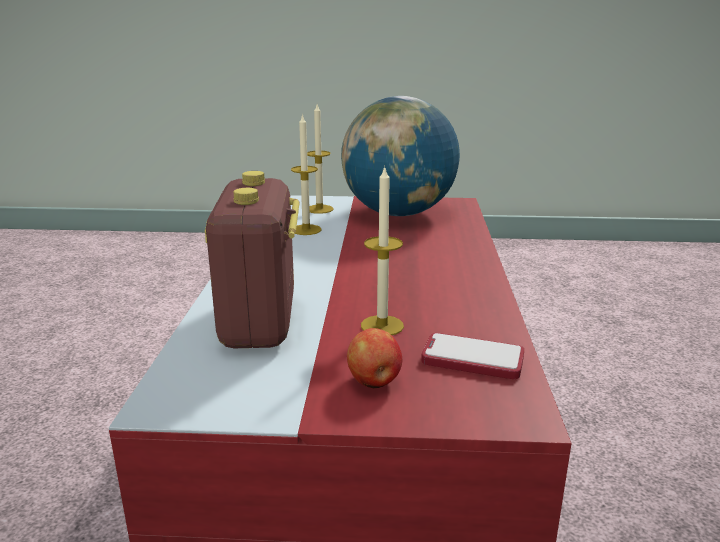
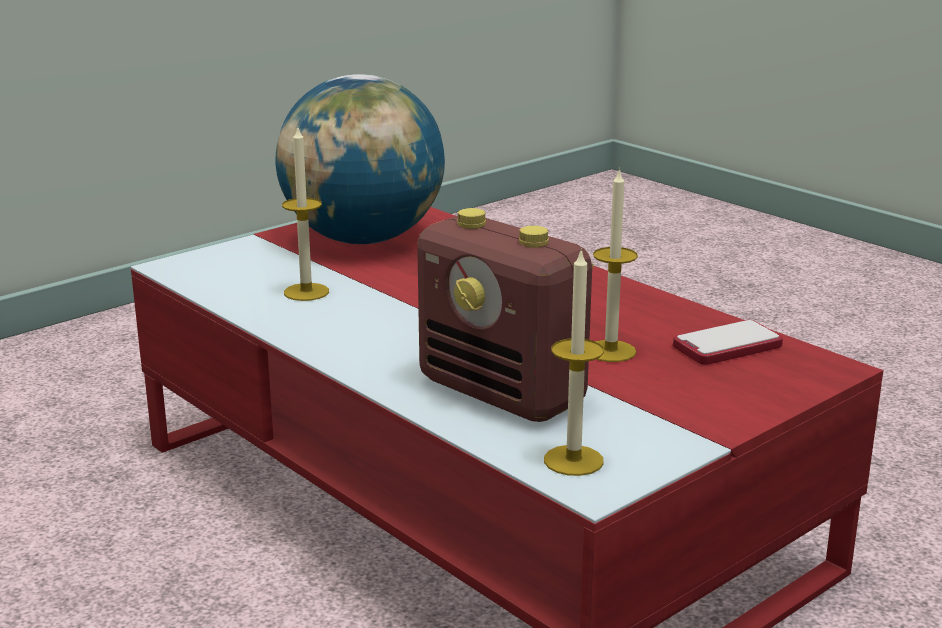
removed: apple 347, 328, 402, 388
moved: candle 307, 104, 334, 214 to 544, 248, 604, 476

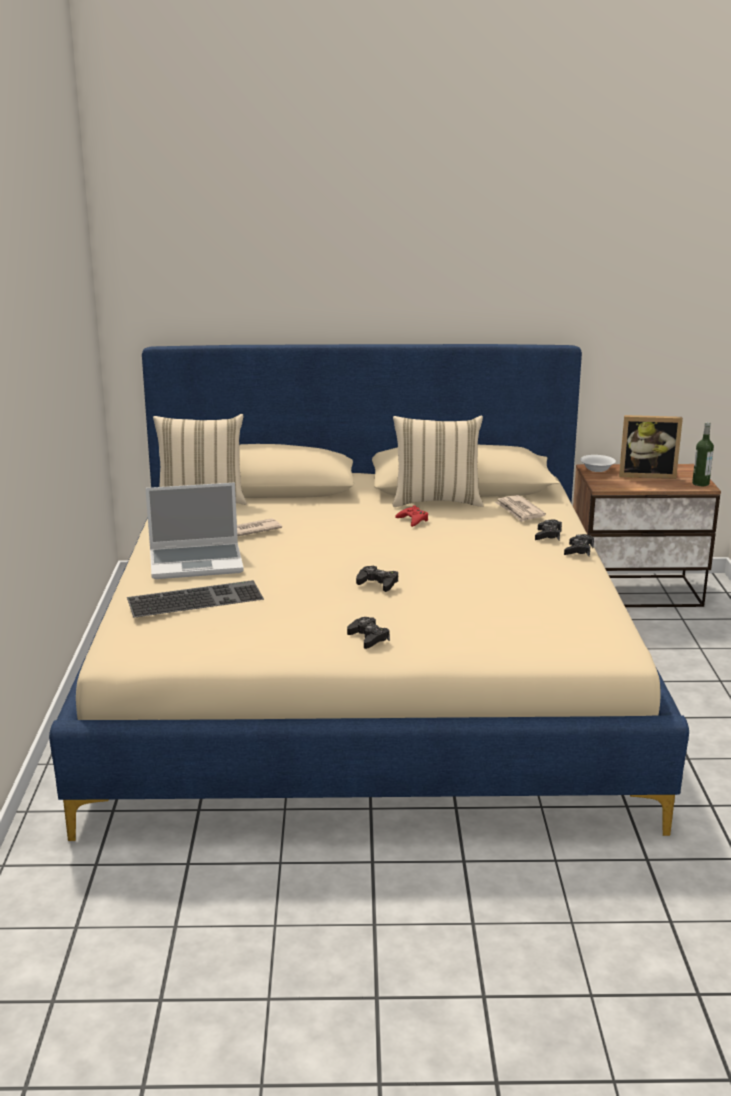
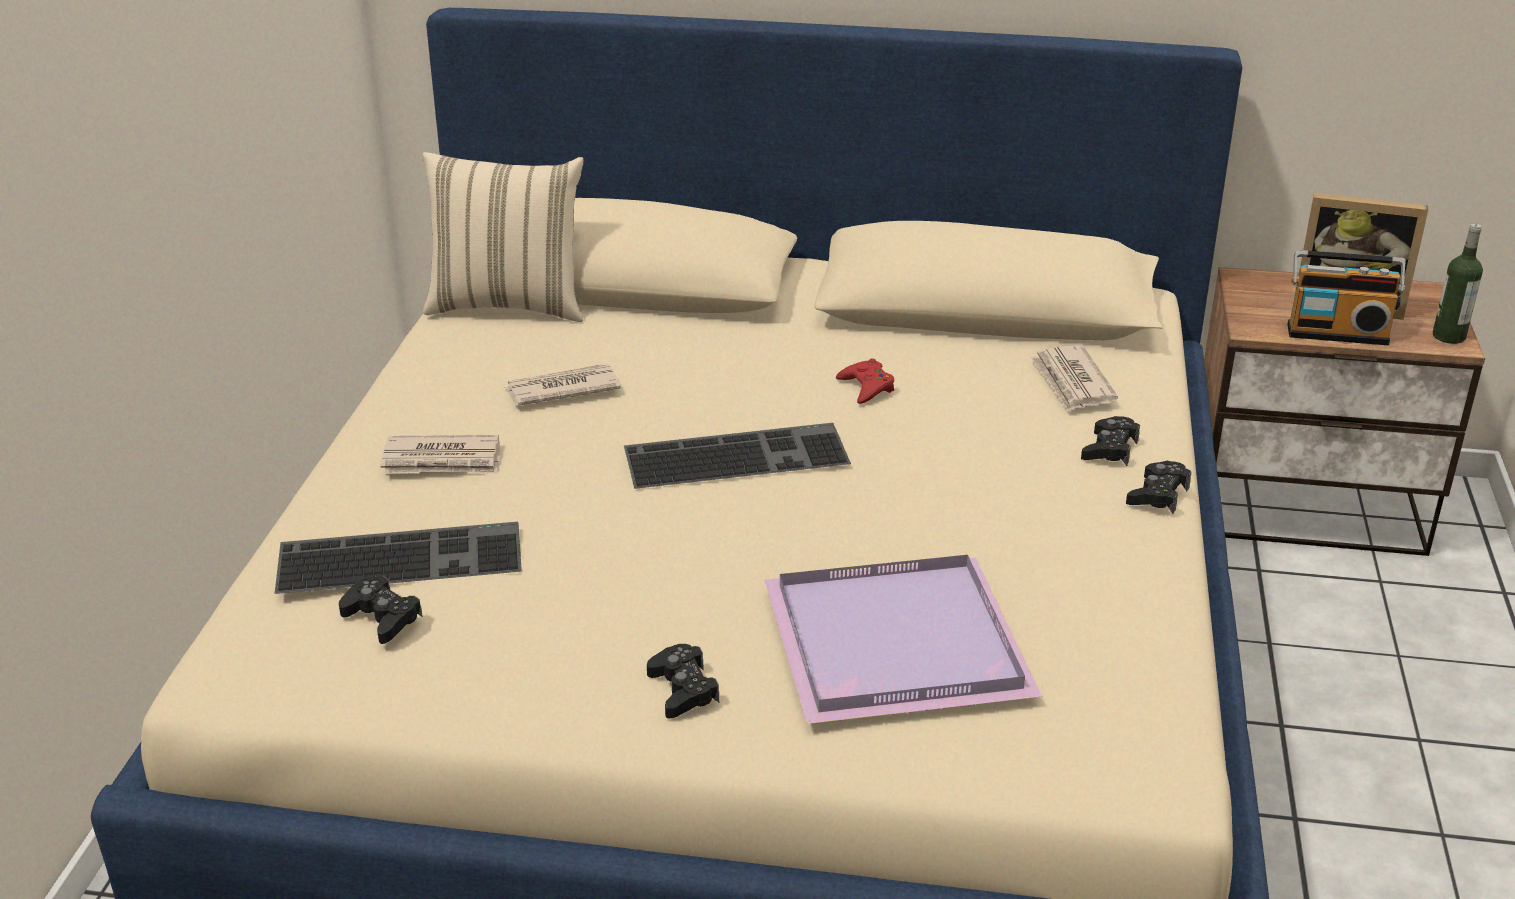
removed: pillow/beige 393, 416, 483, 507; bowl/white 580, 455, 616, 472
added: keyboard 624, 423, 851, 489; tray/purple 764, 555, 1042, 724; radio 1287, 250, 1406, 345
moved: game controller/black 356, 566, 398, 592 to 339, 576, 423, 644
replaced: laptop 145, 482, 244, 579 to newspaper 381, 435, 500, 474

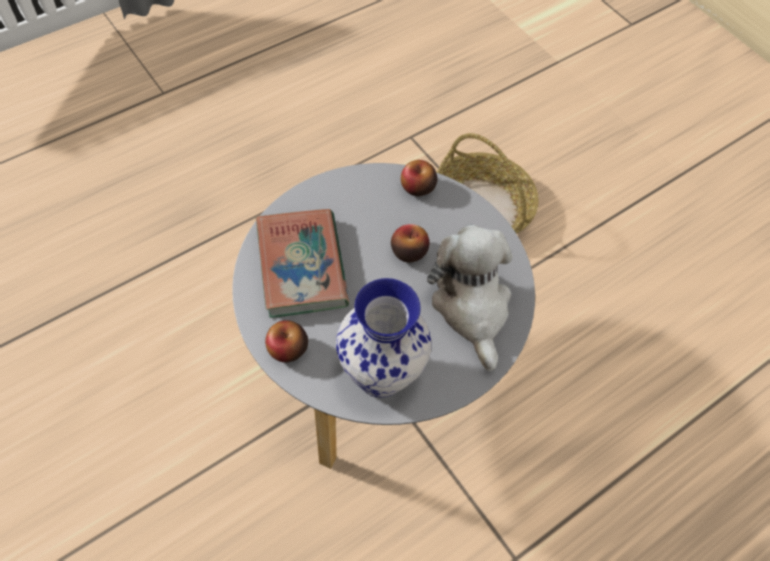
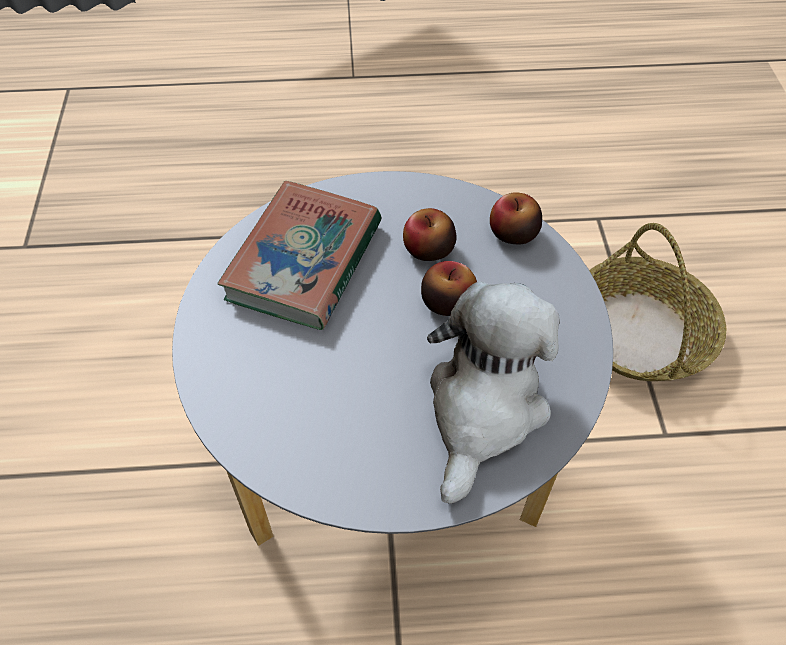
removed: vase 336, 278, 432, 397
moved: apple 265, 320, 308, 363 to 403, 208, 456, 261

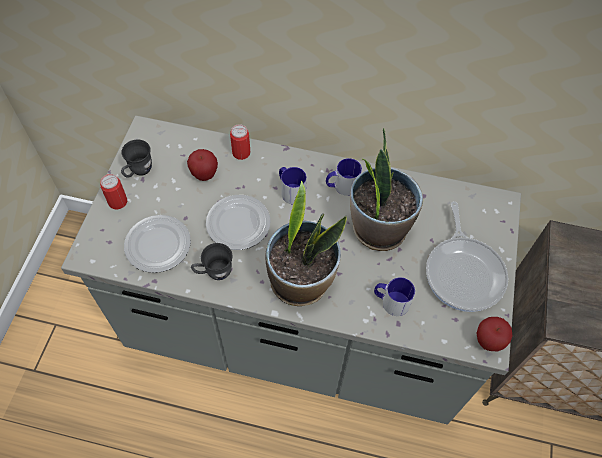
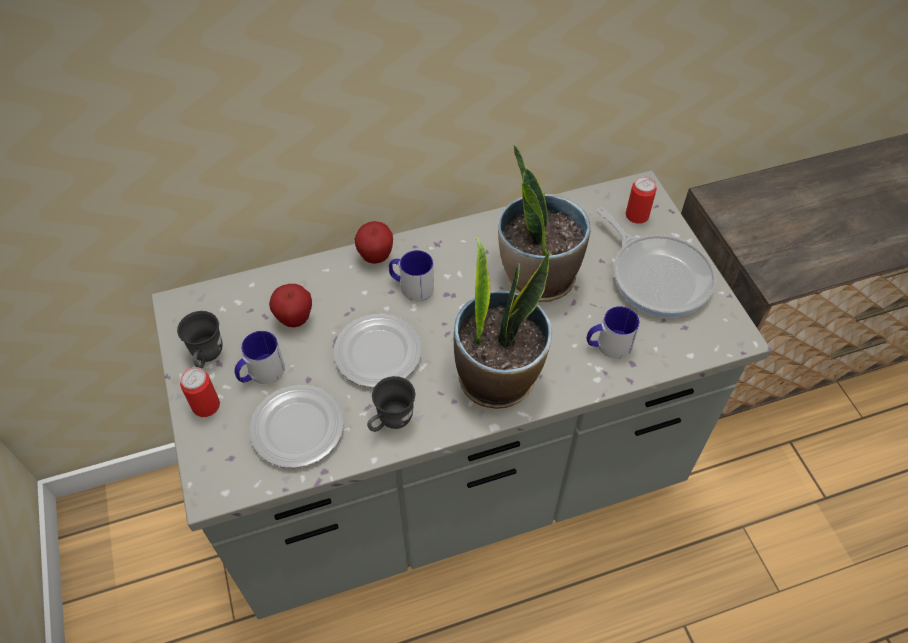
moved: can 230, 124, 250, 160 to 626, 176, 657, 224; mug 326, 158, 362, 196 to 235, 331, 285, 384; apple 476, 317, 512, 352 to 354, 221, 393, 264

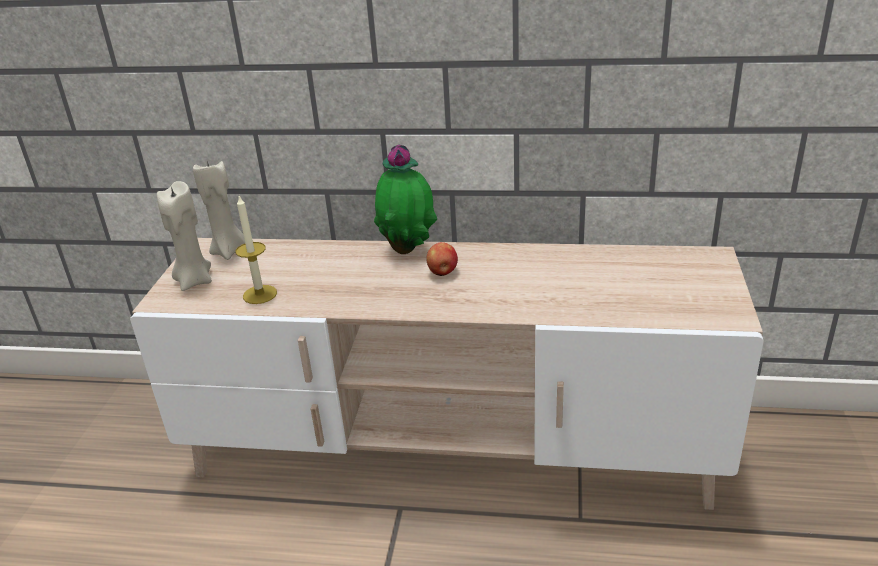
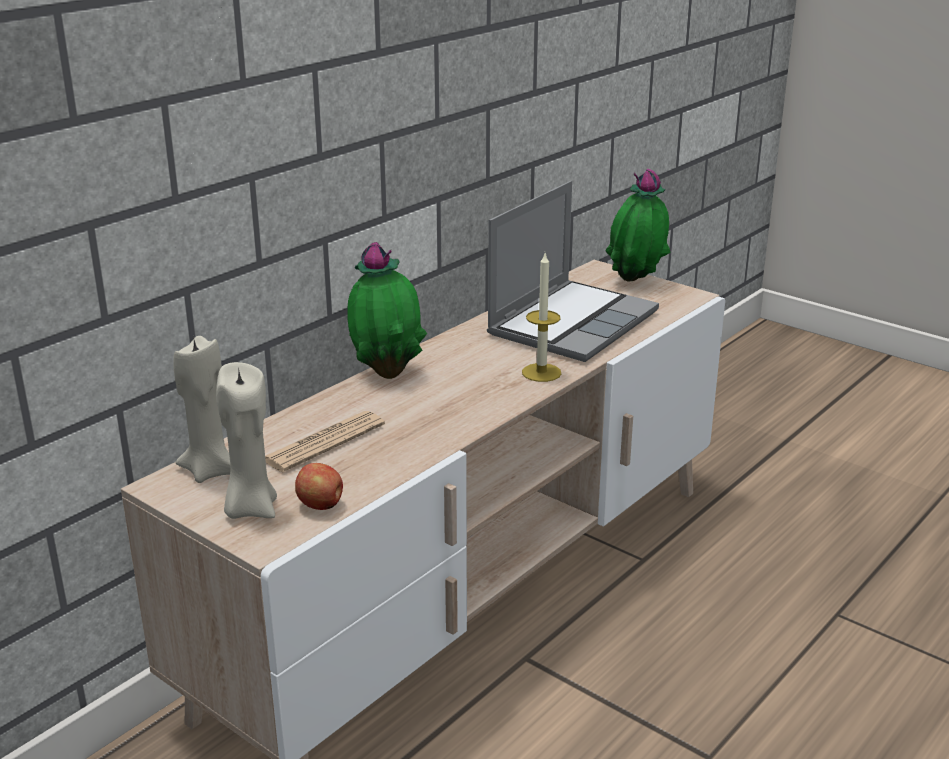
added: newspaper 265, 411, 385, 472; laptop 487, 181, 659, 362; potted plant 605, 169, 670, 282
moved: candle 235, 196, 277, 304 to 522, 253, 561, 382; apple 426, 242, 458, 276 to 295, 463, 343, 510

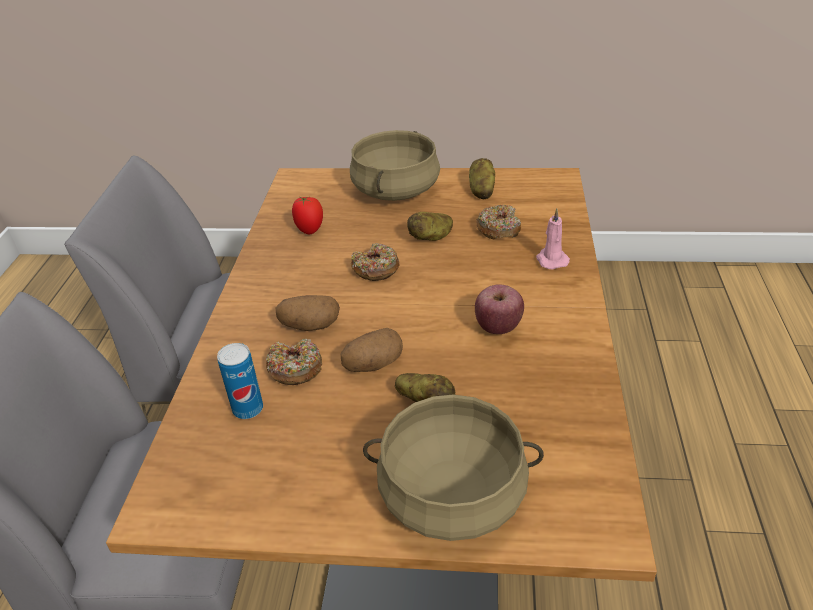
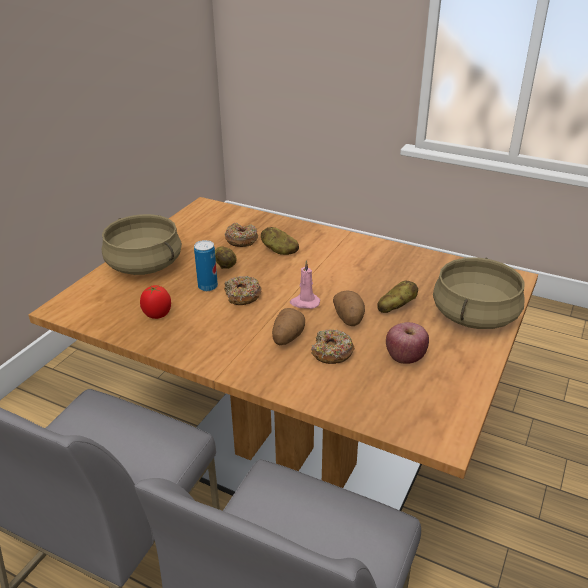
moved: can 217, 343, 263, 419 to 194, 240, 218, 291; potato 469, 158, 495, 199 to 261, 227, 299, 255; apple 475, 284, 524, 334 to 386, 322, 429, 364; candle/pink 536, 209, 570, 270 to 290, 260, 320, 309

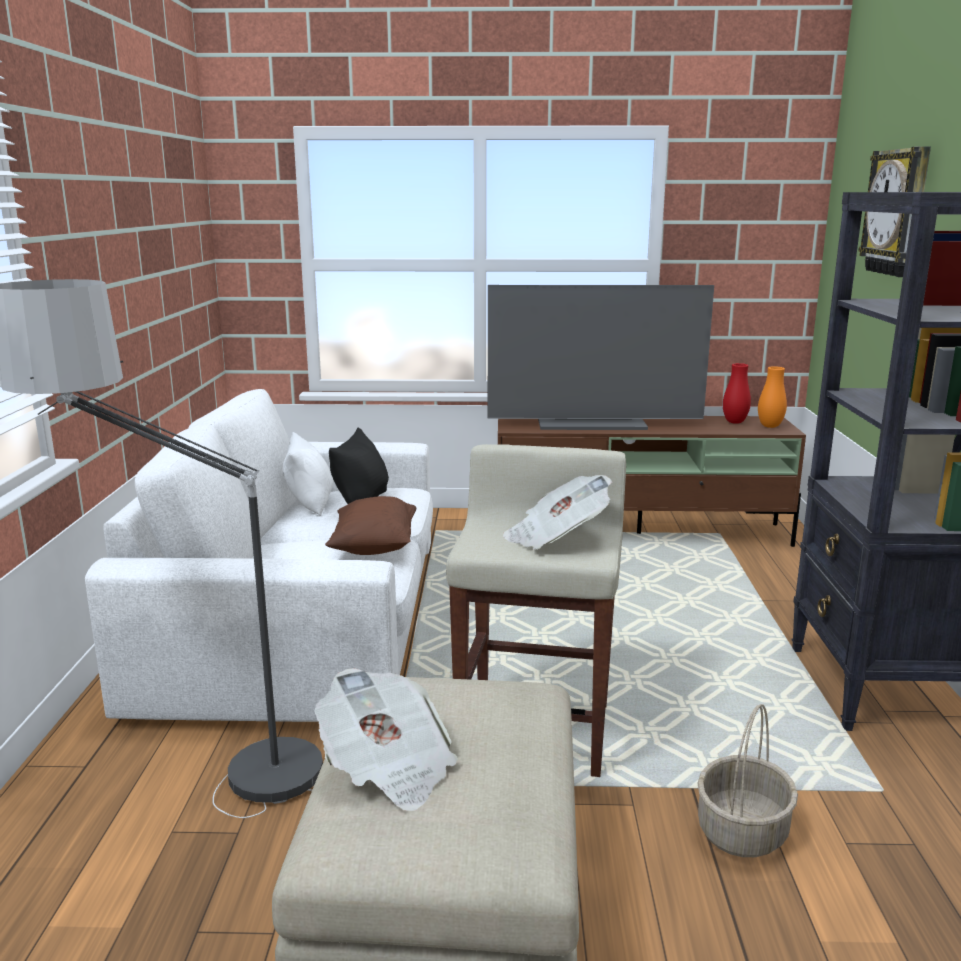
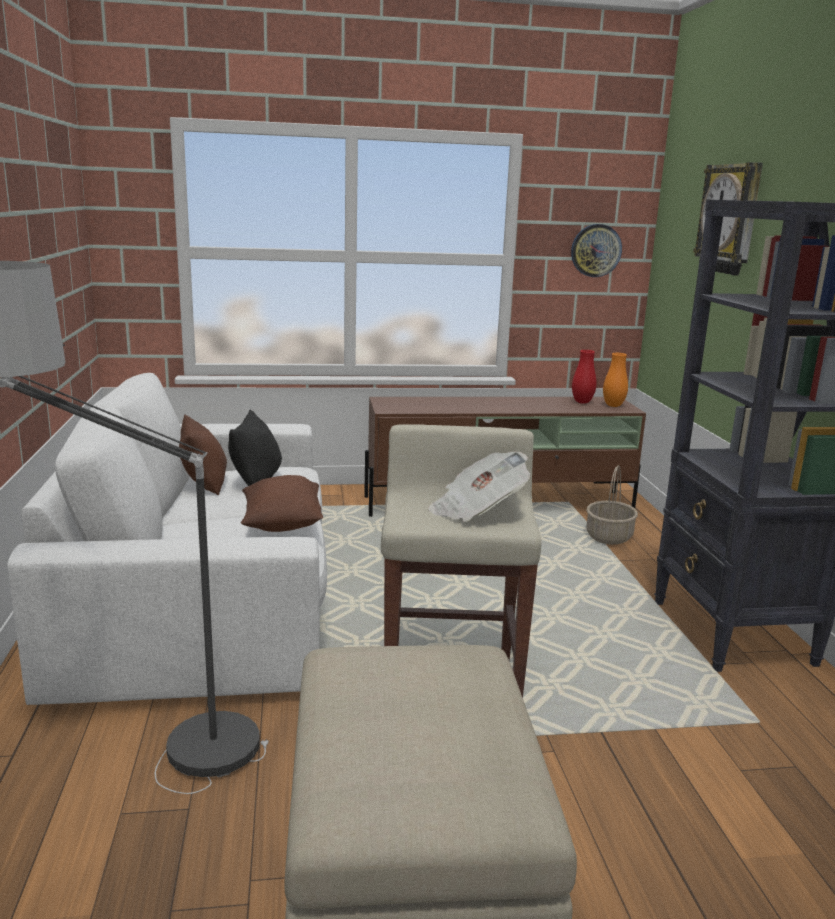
removed: newspaper 314, 668, 458, 811; television 488, 285, 714, 430
added: wall clock 571, 224, 622, 277
moved: basket 698, 704, 798, 857 to 586, 465, 638, 545
recoloured: pillow/white 283, 432, 334, 516 to pillow/brown 179, 414, 227, 495

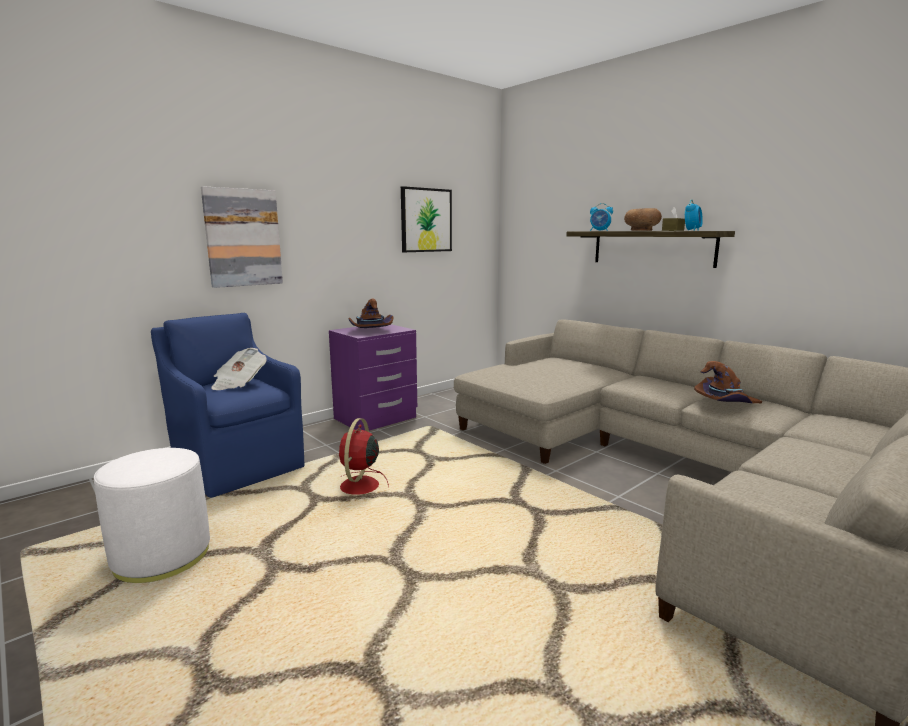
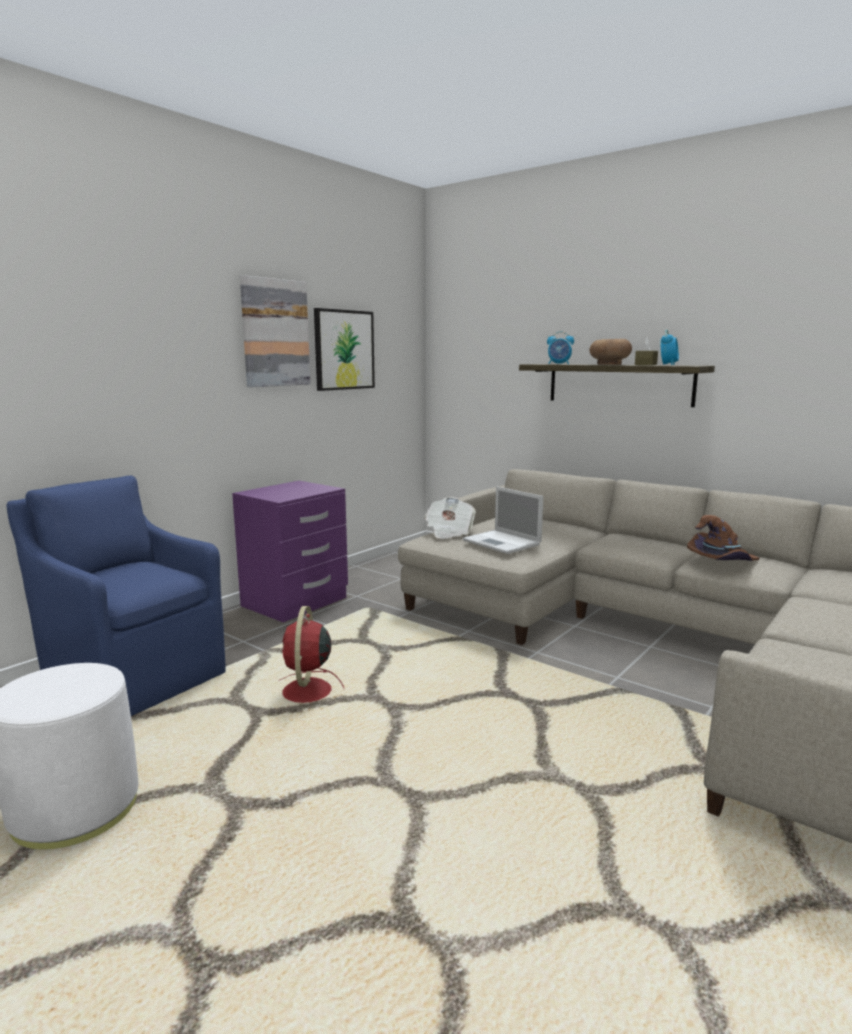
removed: hat/brown 349, 298, 393, 328
added: laptop 463, 486, 543, 554
moved: picture 201, 186, 283, 288 to 240, 275, 311, 387; newspaper 211, 348, 267, 390 to 425, 497, 476, 539

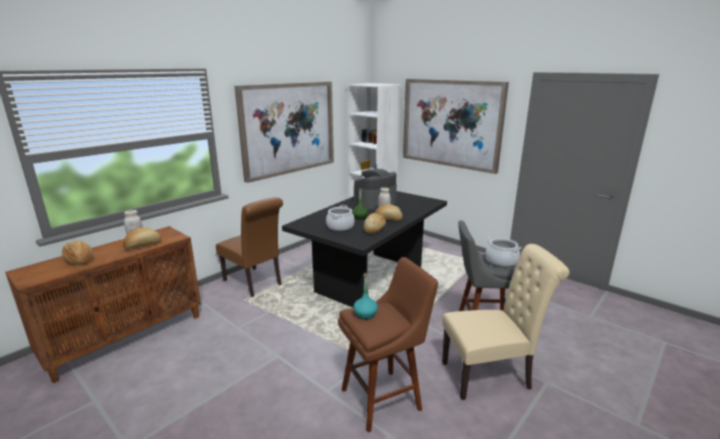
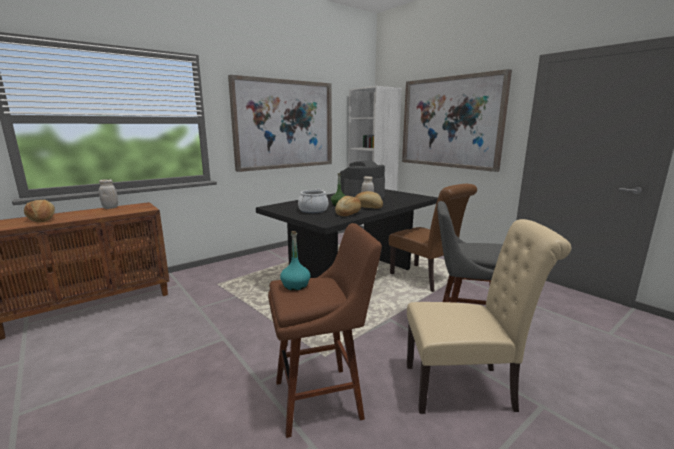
removed: bread 123, 227, 161, 249; cooking pot 485, 237, 521, 267
moved: chair/brown 216, 197, 283, 297 to 389, 184, 477, 292

